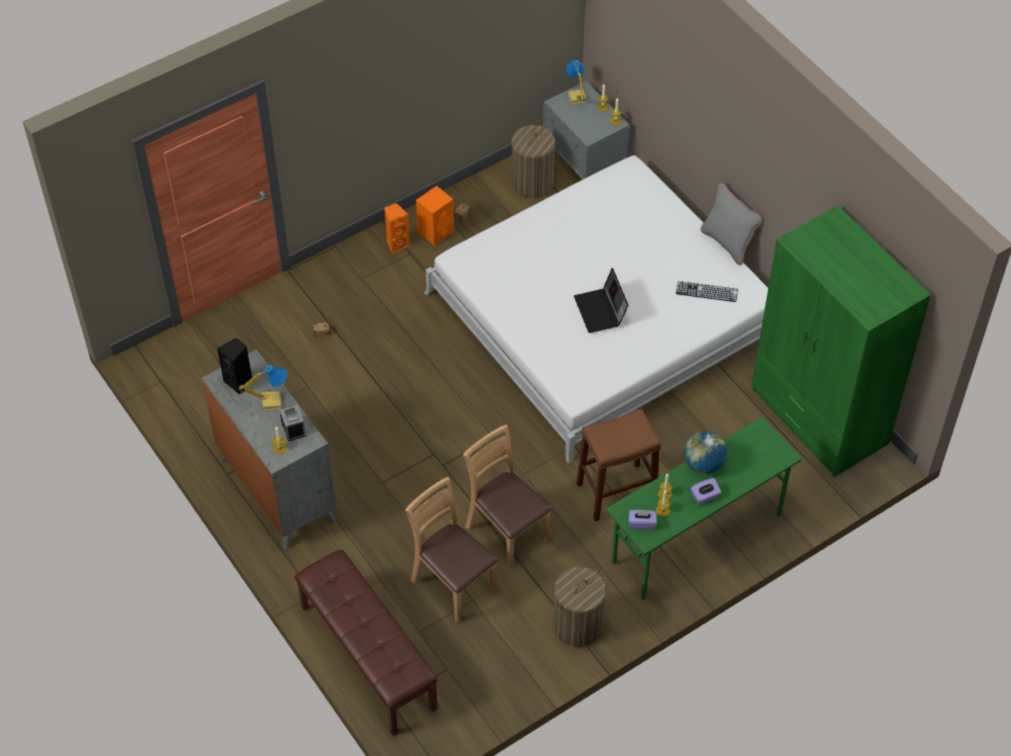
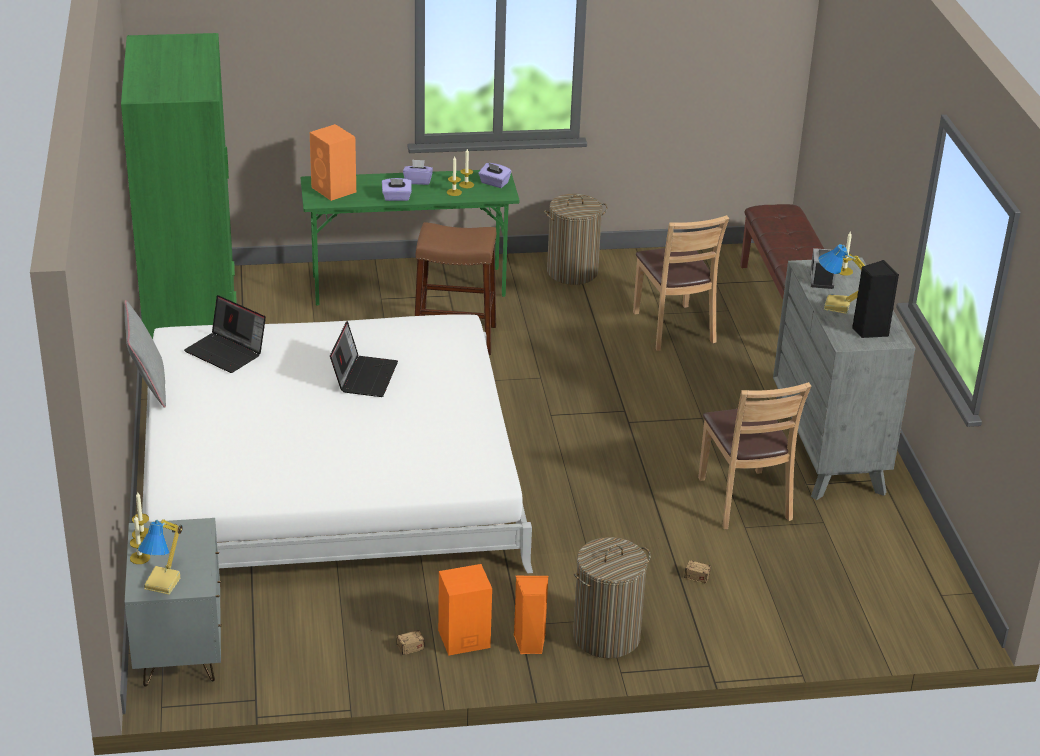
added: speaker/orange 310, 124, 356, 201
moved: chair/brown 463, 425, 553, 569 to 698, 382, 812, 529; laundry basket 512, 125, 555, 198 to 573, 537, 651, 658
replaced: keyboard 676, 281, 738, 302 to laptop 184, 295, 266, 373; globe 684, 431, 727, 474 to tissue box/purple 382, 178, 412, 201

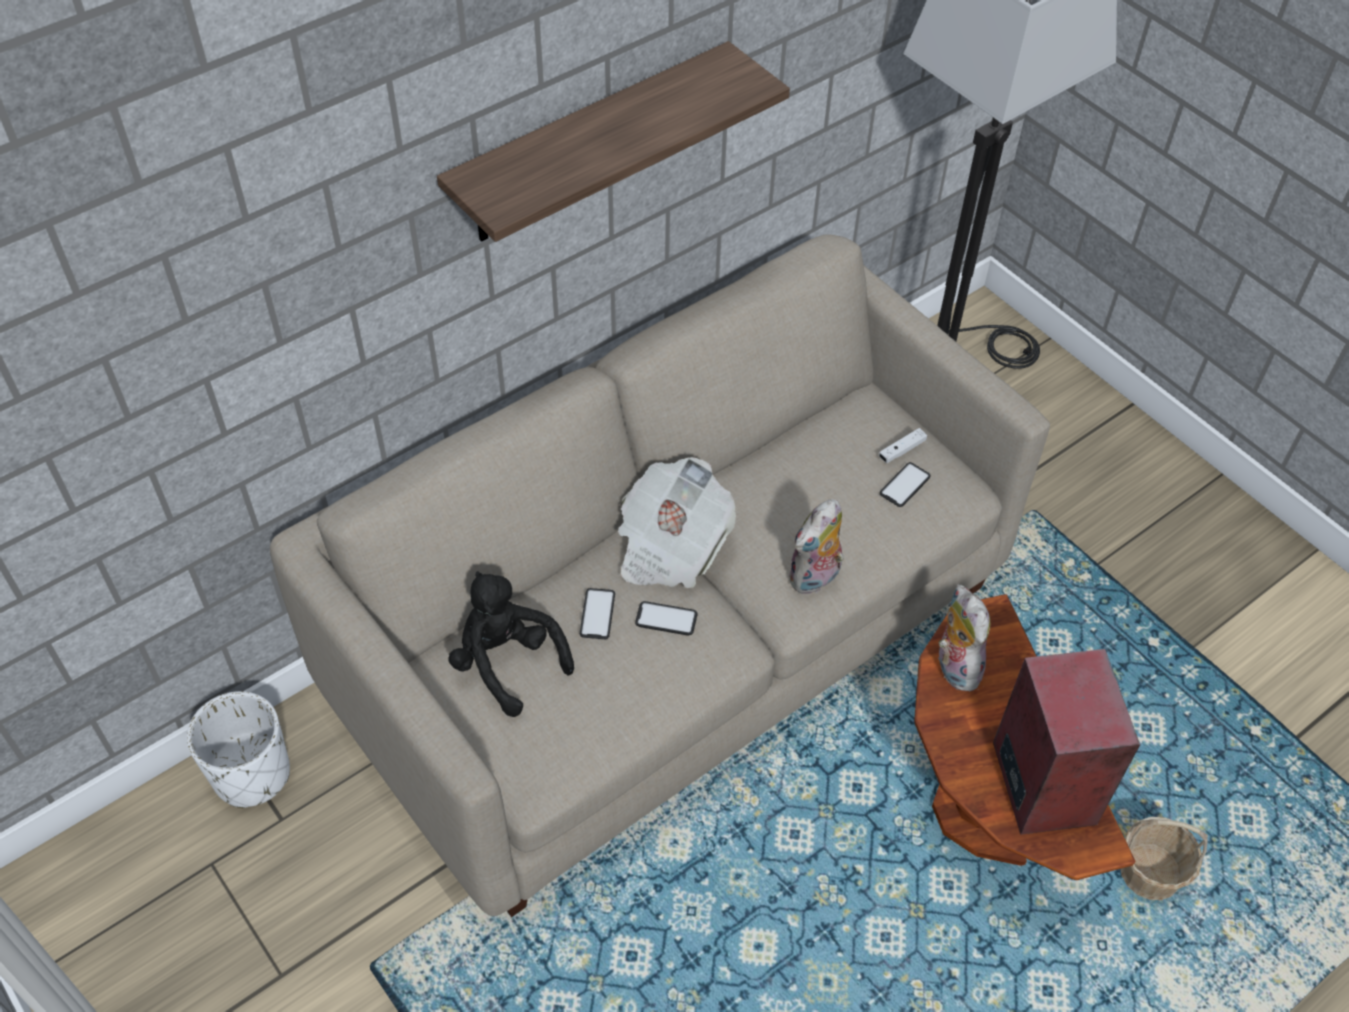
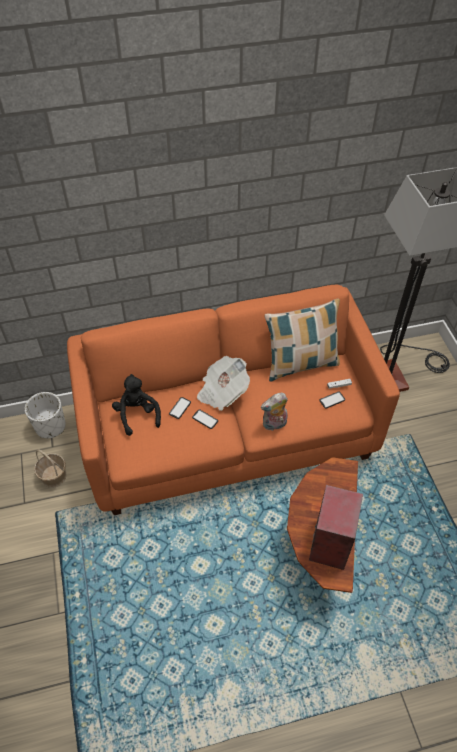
removed: shelf 437, 41, 790, 242; plush toy 938, 584, 990, 691
added: pillow 265, 299, 340, 382
moved: basket 1121, 817, 1208, 900 to 34, 449, 67, 488
recoloured: sofa/beige 270, 235, 1050, 917 to sofa/orange 67, 285, 400, 515

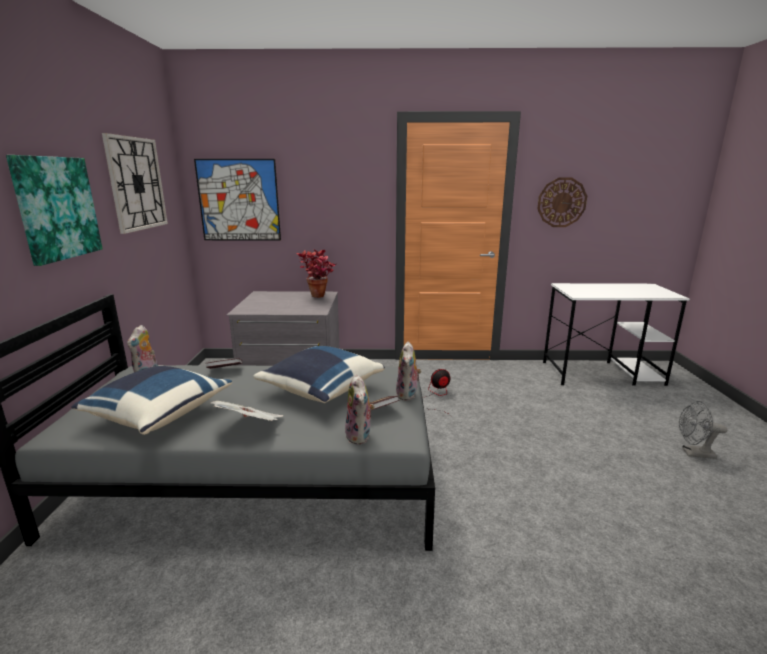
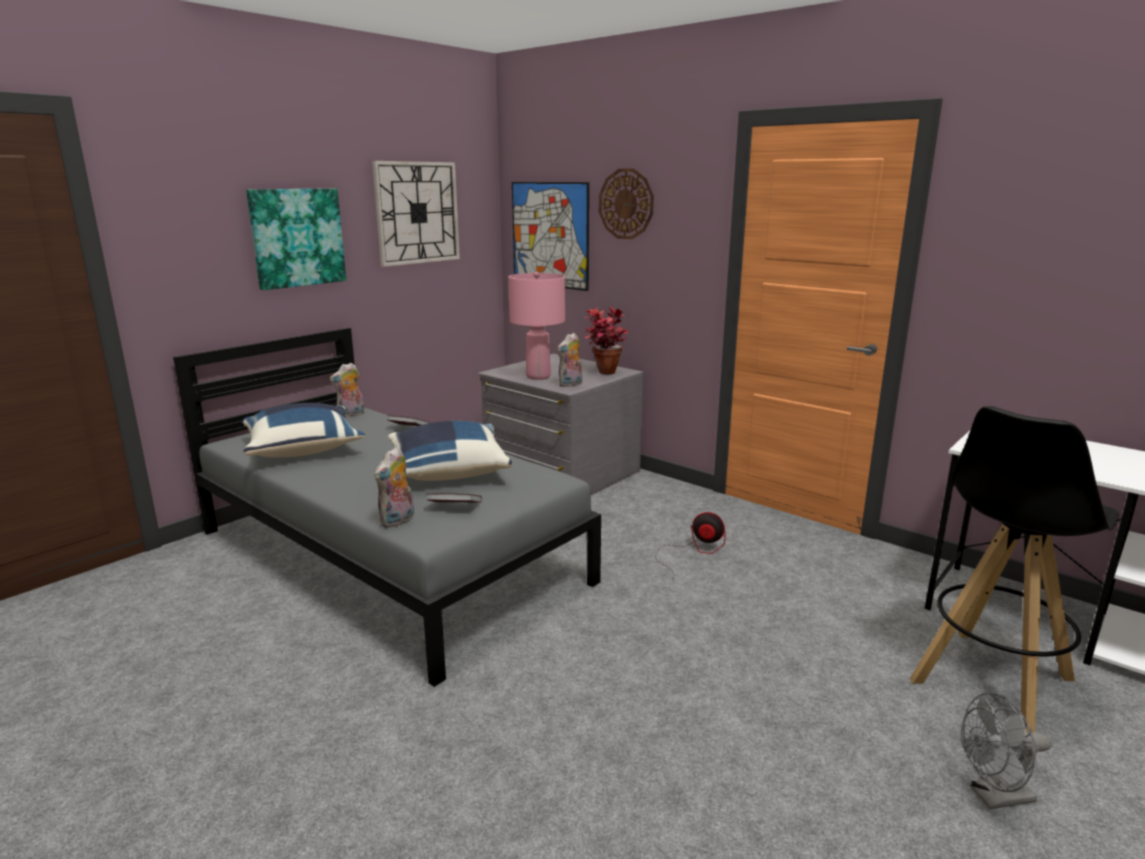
removed: newspaper 211, 401, 283, 421
added: table lamp/pink 509, 272, 565, 380; stool/black 910, 406, 1119, 733
moved: plush toy 396, 342, 422, 401 to 557, 333, 582, 387; wall clock 537, 178, 587, 227 to 599, 168, 654, 239
turned: fan/grey 679, 401, 727, 459 = 961, 692, 1051, 809 60 degrees counterclockwise

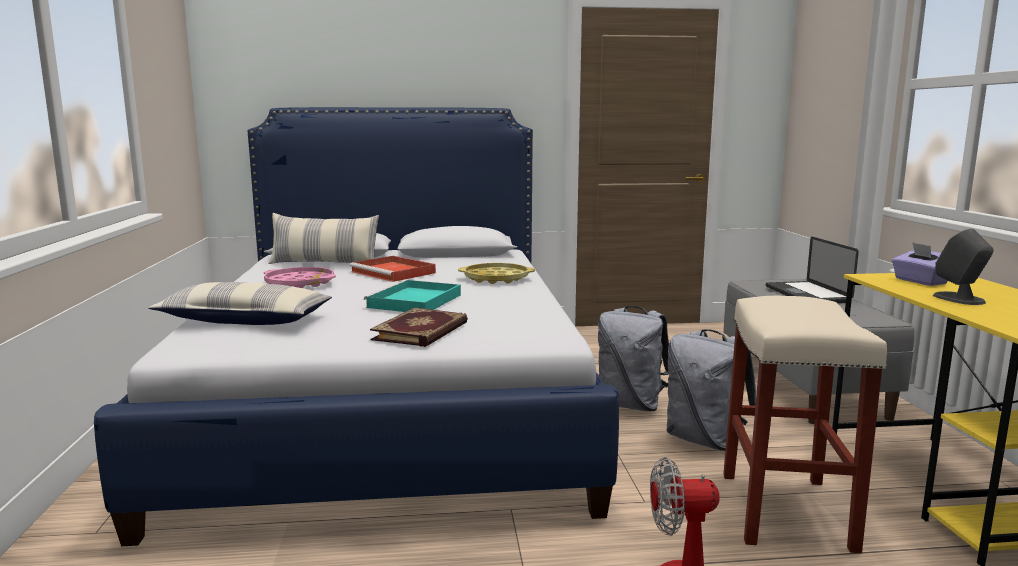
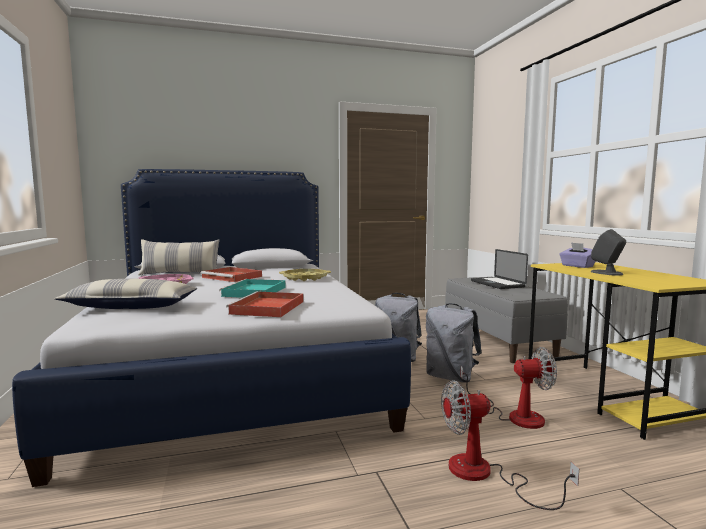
replaced: book 370, 308, 468, 347 to tray/red 226, 291, 304, 317; stool/beige 723, 296, 887, 553 to fan 460, 347, 557, 429

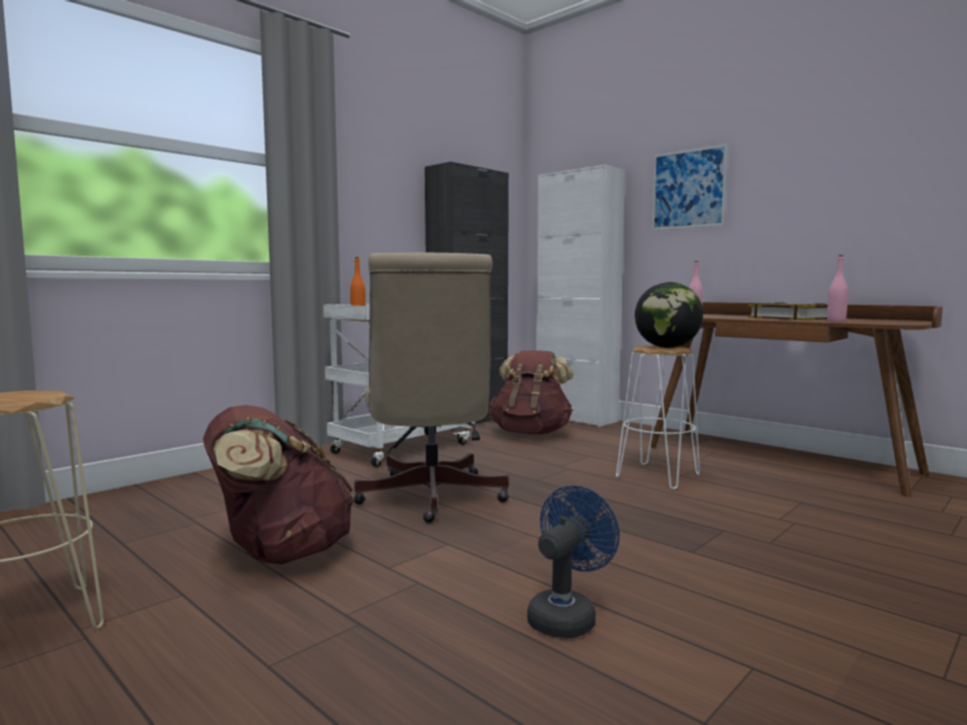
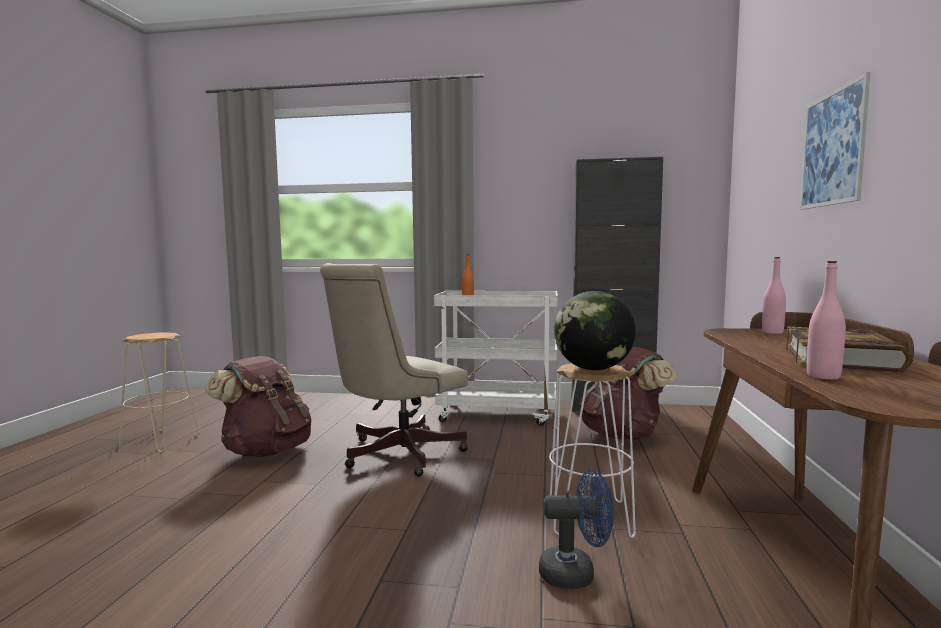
removed: cabinet/white 536, 165, 625, 427
moved: fan/blue 527, 486, 620, 638 to 539, 470, 614, 589

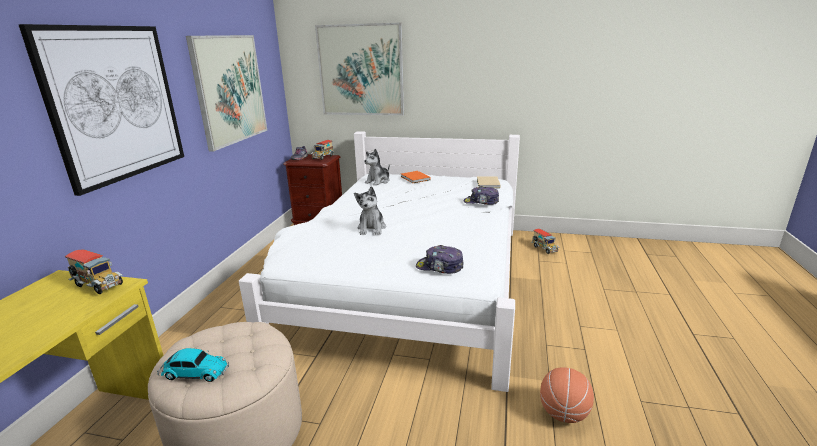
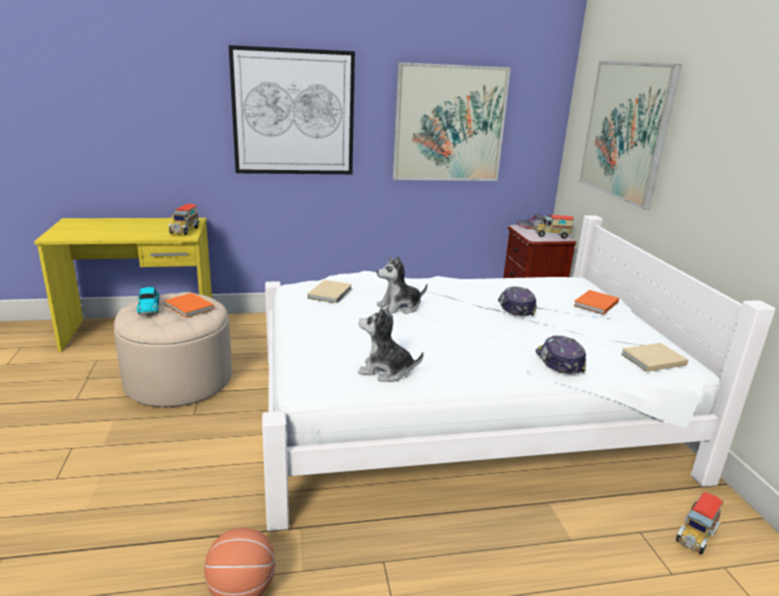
added: book/orange 164, 293, 214, 318; book/beige 307, 280, 352, 303
moved: plush toy 364, 149, 390, 186 to 358, 306, 424, 382; cap 416, 245, 463, 274 to 498, 287, 537, 316

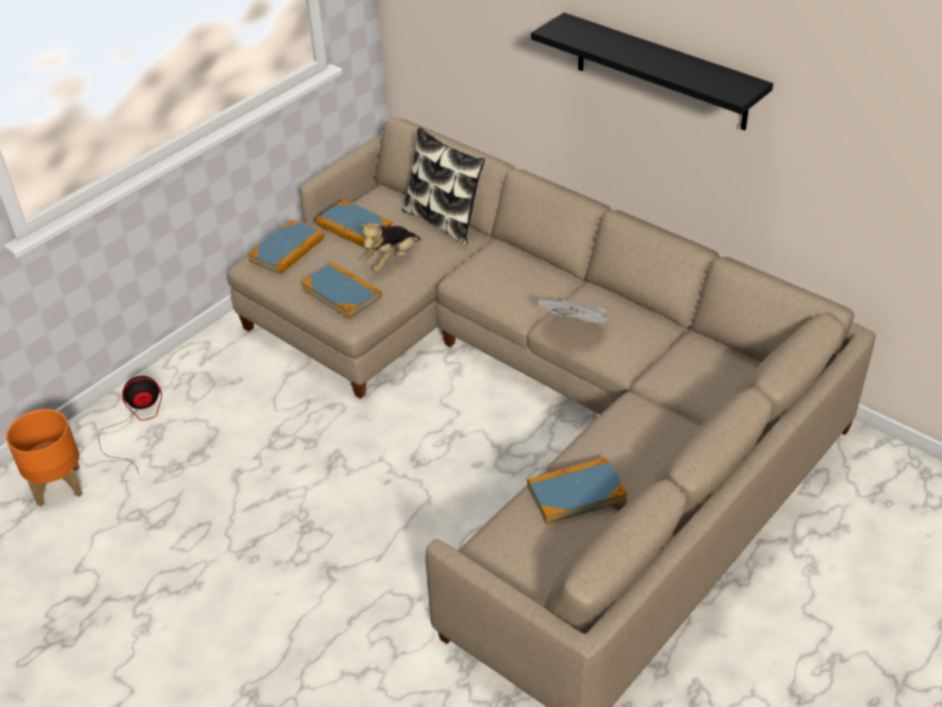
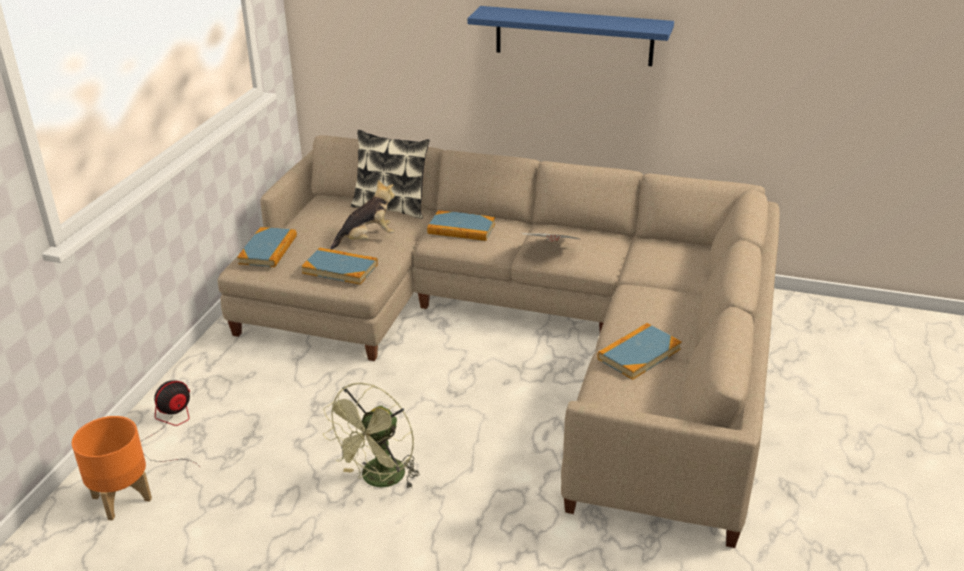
added: fan/green 323, 383, 420, 490
moved: book 316, 200, 393, 248 to 427, 210, 495, 241
recoloured: shelf/black 531, 13, 773, 130 to shelf/blue 467, 6, 674, 66
turned: plush toy 359, 223, 420, 272 = 330, 180, 395, 250 135 degrees counterclockwise

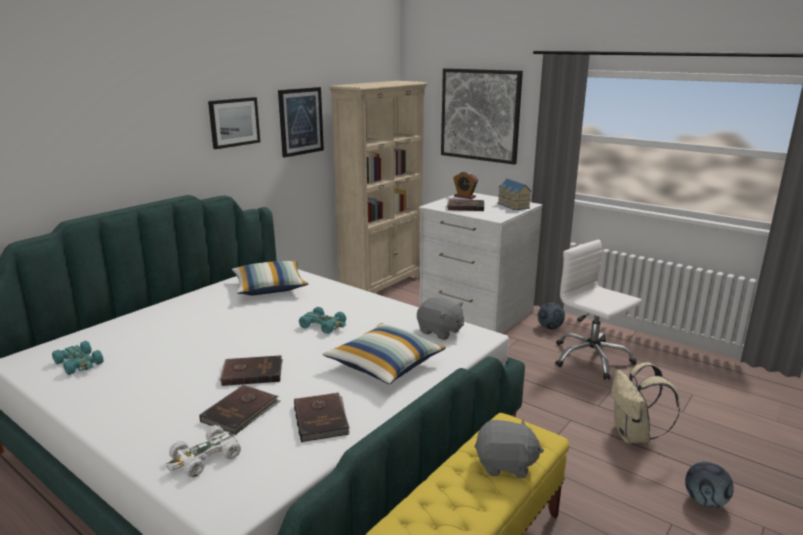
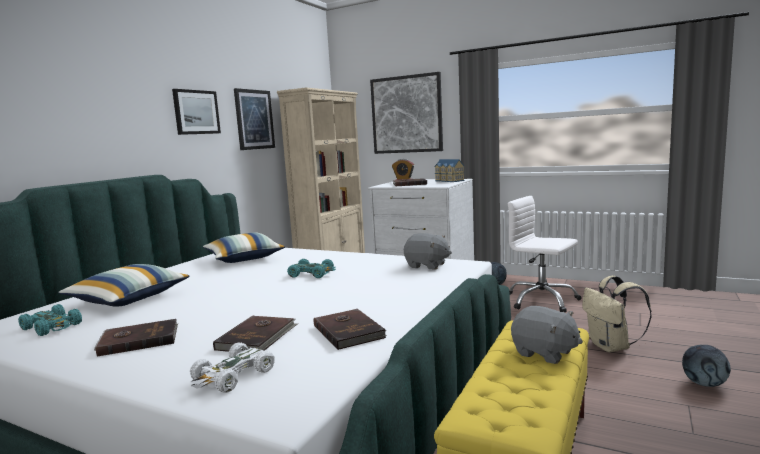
moved: book/brown 219, 355, 283, 386 to 94, 319, 178, 357; pillow 322, 323, 446, 384 to 58, 264, 190, 307
turned: plush toy/grey 474, 419, 544, 478 = 511, 306, 583, 364 45 degrees clockwise

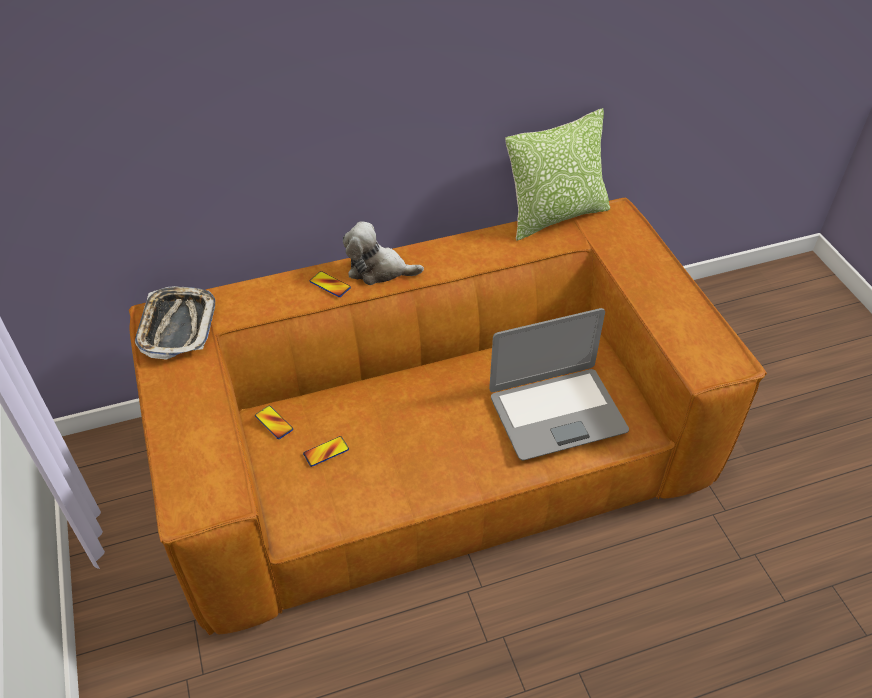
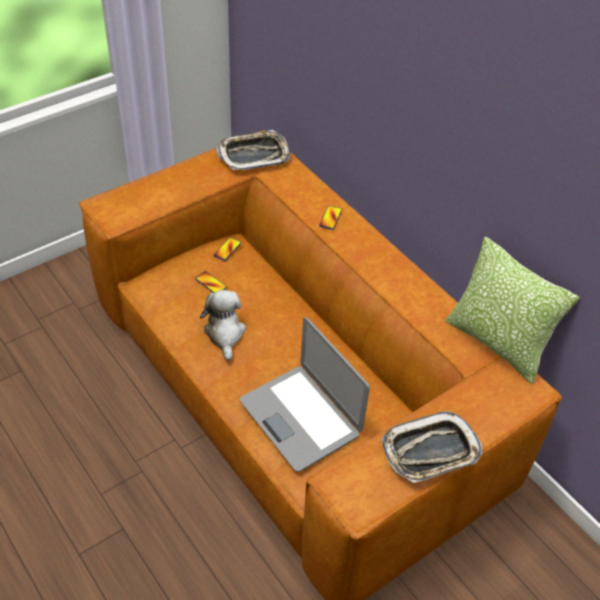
added: tray 382, 411, 482, 483
moved: plush toy 343, 221, 424, 285 to 200, 290, 246, 361

